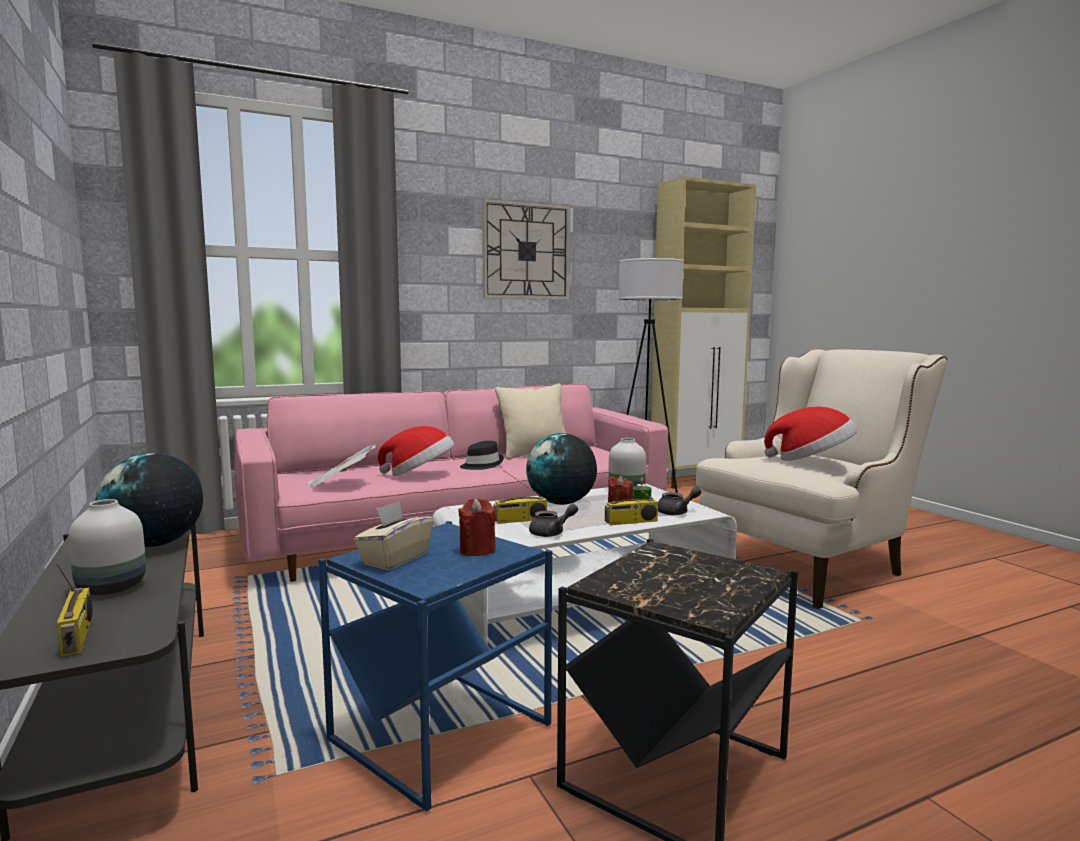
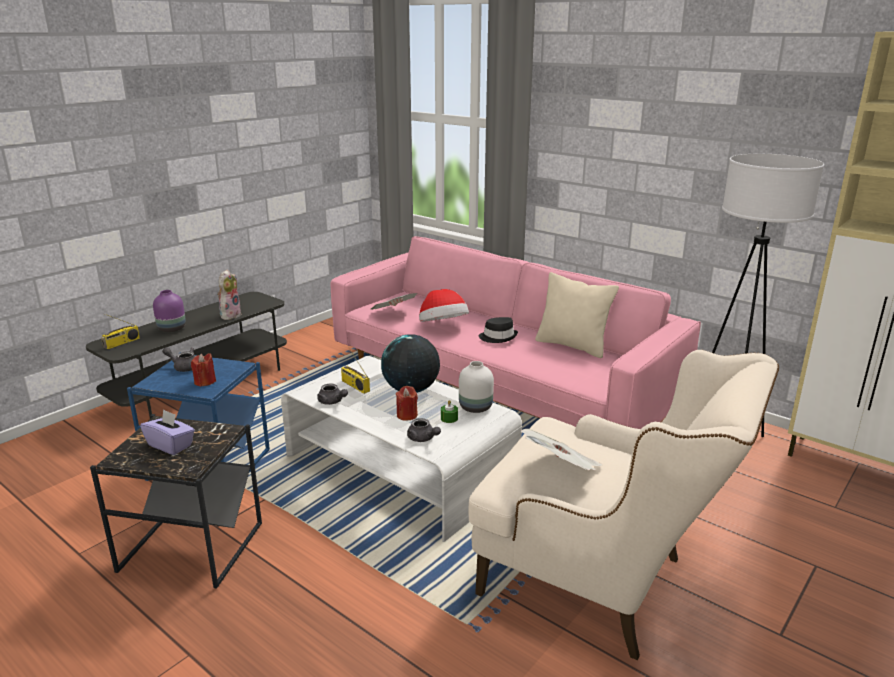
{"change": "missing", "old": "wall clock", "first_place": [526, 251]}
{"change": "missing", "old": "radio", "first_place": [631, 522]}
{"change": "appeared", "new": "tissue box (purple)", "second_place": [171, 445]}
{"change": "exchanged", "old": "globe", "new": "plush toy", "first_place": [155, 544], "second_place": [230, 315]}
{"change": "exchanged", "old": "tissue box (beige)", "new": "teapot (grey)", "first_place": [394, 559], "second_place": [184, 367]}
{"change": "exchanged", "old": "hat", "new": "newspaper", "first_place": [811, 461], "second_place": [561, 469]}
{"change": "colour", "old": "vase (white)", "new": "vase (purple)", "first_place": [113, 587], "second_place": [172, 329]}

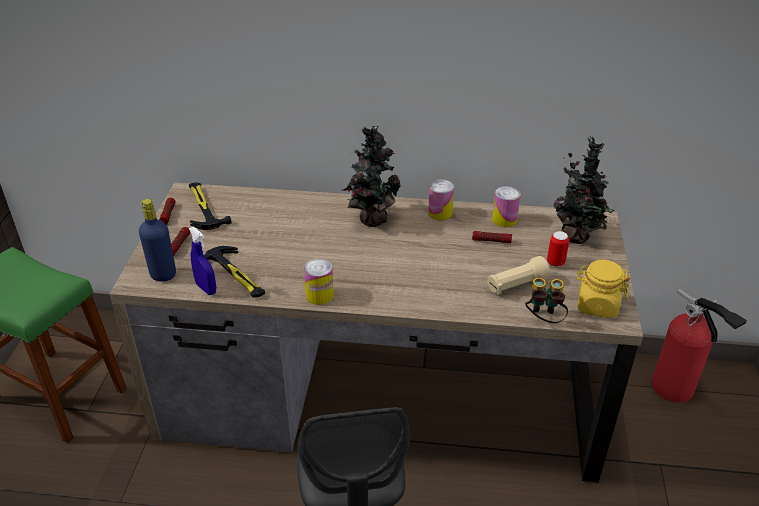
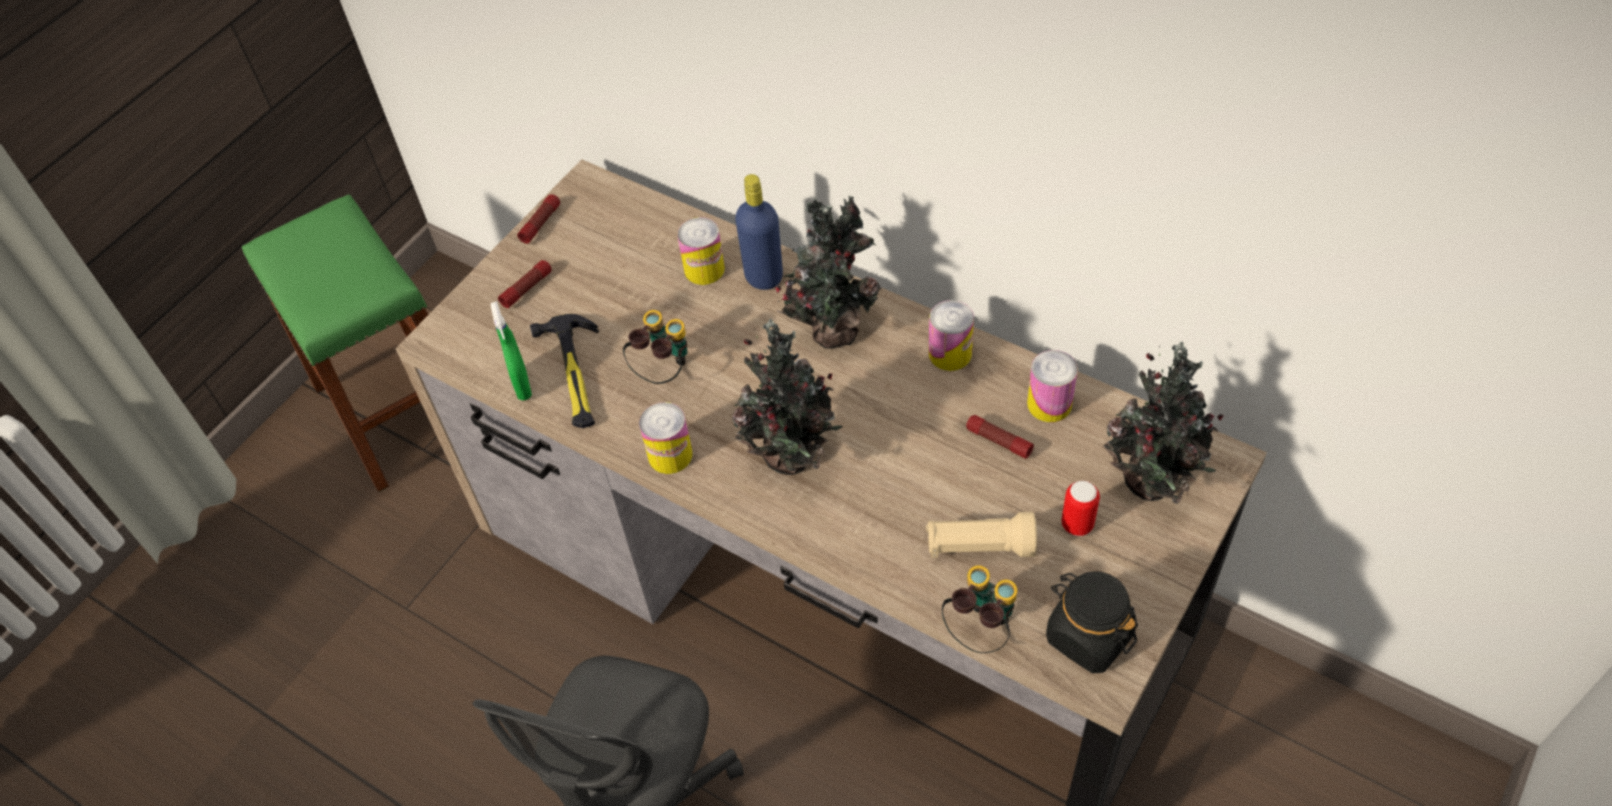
{"change": "missing", "old": "hammer", "first_place": [203, 207]}
{"change": "missing", "old": "fire extinguisher", "first_place": [676, 390]}
{"change": "appeared", "new": "binoculars", "second_place": [662, 371]}
{"change": "appeared", "new": "can", "second_place": [704, 269]}
{"change": "appeared", "new": "potted plant", "second_place": [792, 459]}
{"change": "relocated", "old": "bottle (blue)", "first_place": [163, 274], "second_place": [764, 277]}
{"change": "colour", "old": "spray bottle (blue)", "new": "spray bottle (green)", "first_place": [206, 288], "second_place": [522, 385]}
{"change": "colour", "old": "jar (yellow)", "new": "jar (black)", "first_place": [597, 305], "second_place": [1088, 636]}

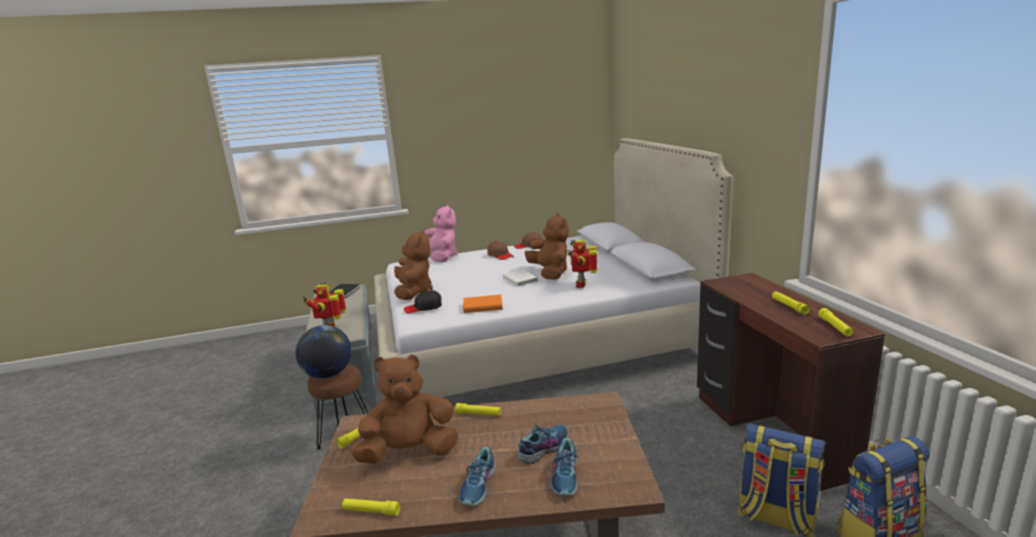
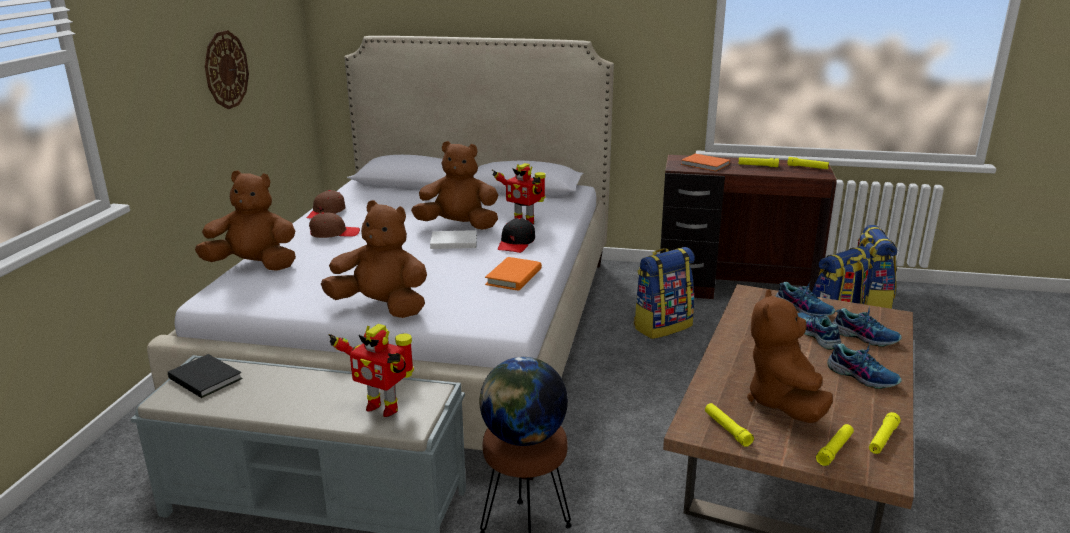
{"change": "appeared", "new": "wall clock", "second_place": [226, 70]}
{"change": "appeared", "new": "backpack", "second_place": [662, 326]}
{"change": "appeared", "new": "book (orange)", "second_place": [706, 165]}
{"change": "appeared", "new": "shoe", "second_place": [803, 309]}
{"change": "relocated", "old": "cap (black)", "first_place": [423, 308], "second_place": [516, 243]}
{"change": "relocated", "old": "flashlight (yellow)", "first_place": [478, 414], "second_place": [834, 449]}
{"change": "colour", "old": "plush toy (pink)", "new": "plush toy (brown)", "first_place": [442, 257], "second_place": [254, 265]}

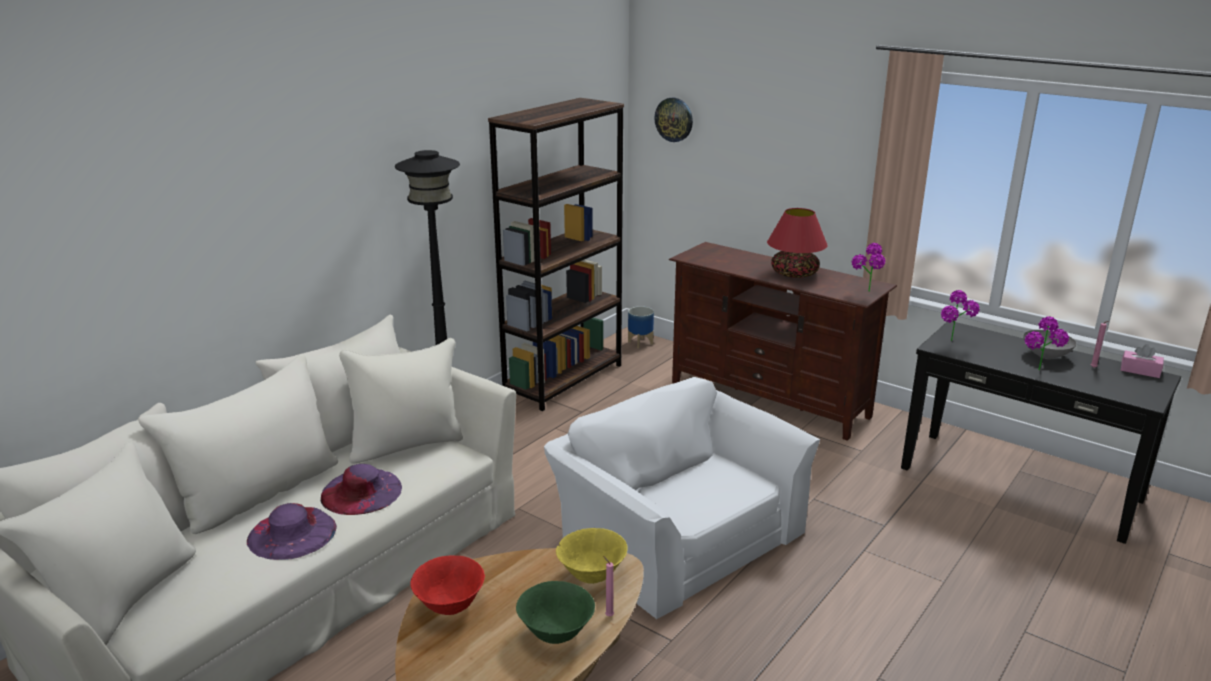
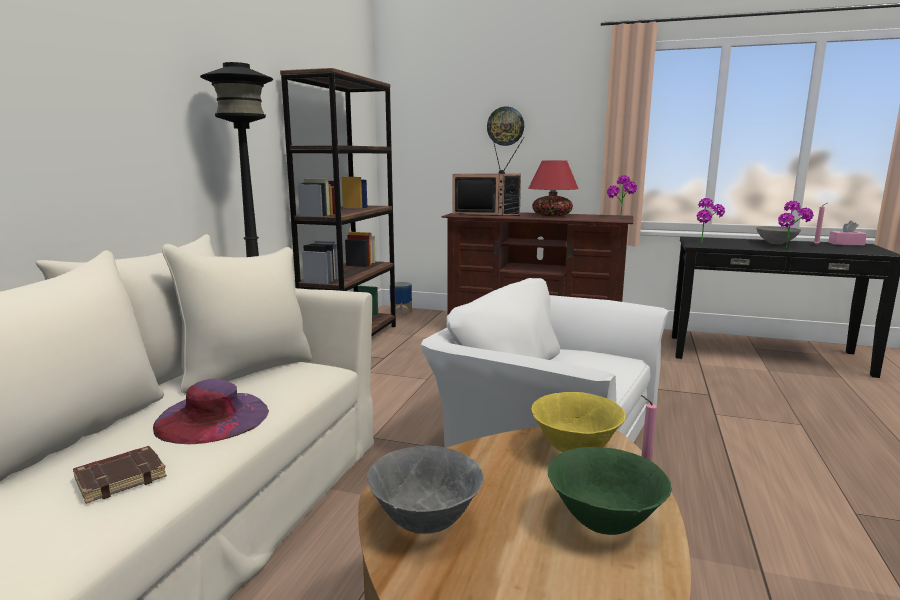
{"change": "appeared", "new": "television", "second_place": [487, 213]}
{"change": "relocated", "old": "wall clock", "first_place": [674, 119], "second_place": [505, 126]}
{"change": "exchanged", "old": "hat (purple)", "new": "book (brown)", "first_place": [292, 533], "second_place": [121, 478]}
{"change": "colour", "old": "bowl (red)", "new": "bowl (grey)", "first_place": [450, 607], "second_place": [426, 523]}

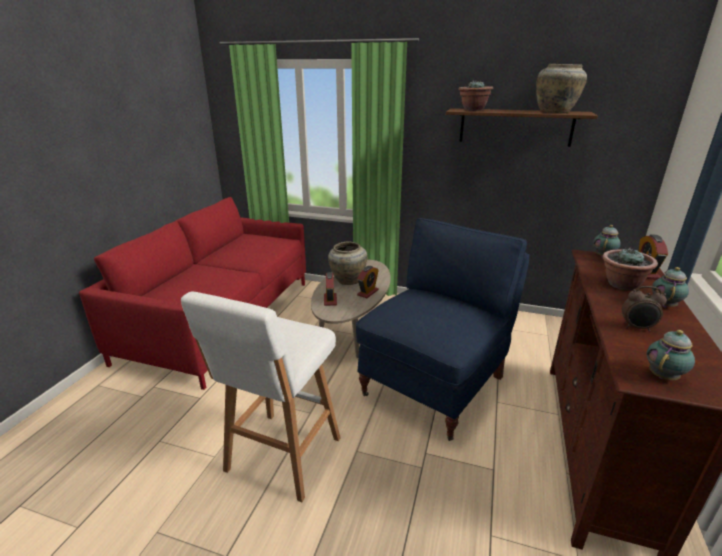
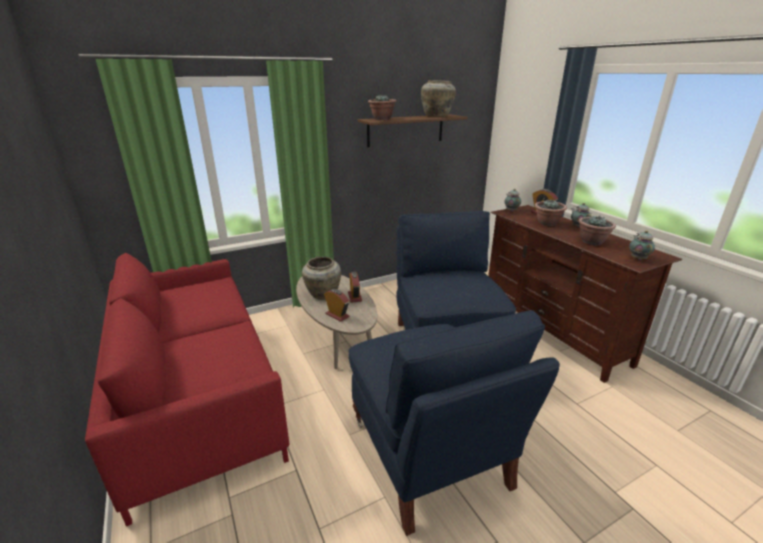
{"change": "exchanged", "old": "stool (white)", "new": "armchair (blue)", "first_place": [281, 457], "second_place": [430, 455]}
{"change": "exchanged", "old": "alarm clock", "new": "potted plant", "first_place": [637, 328], "second_place": [592, 242]}

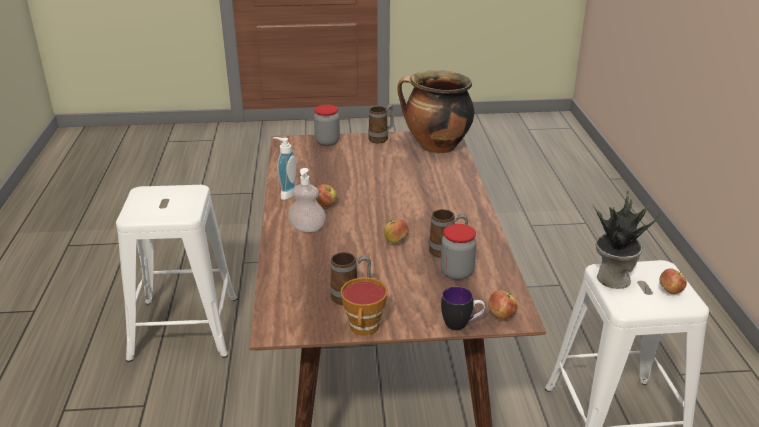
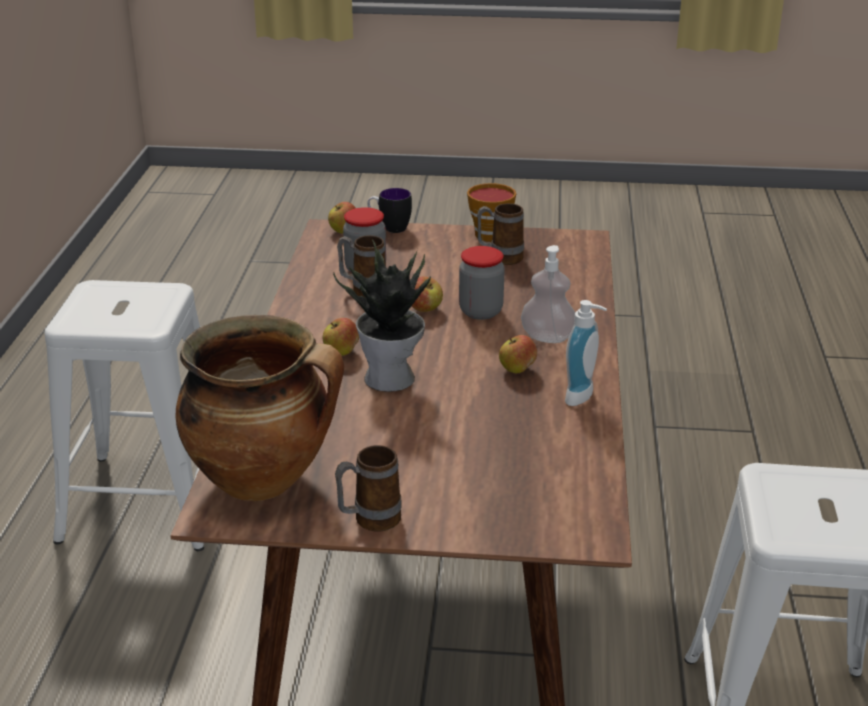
{"change": "relocated", "old": "jar", "first_place": [327, 142], "second_place": [480, 311]}
{"change": "relocated", "old": "potted plant", "first_place": [612, 278], "second_place": [392, 378]}
{"change": "relocated", "old": "apple", "first_place": [670, 291], "second_place": [341, 352]}

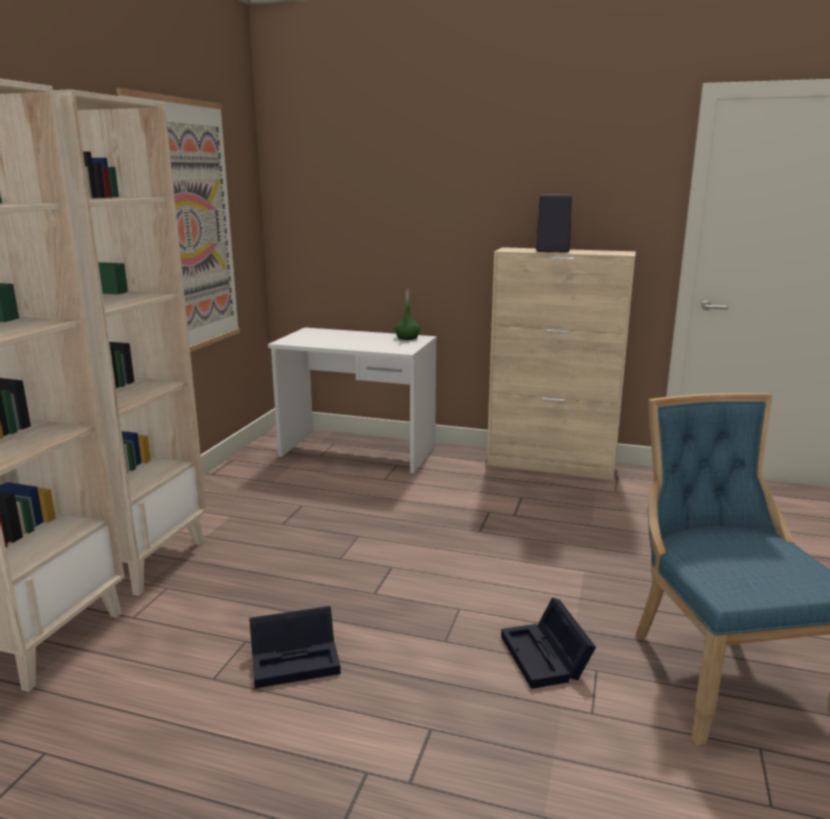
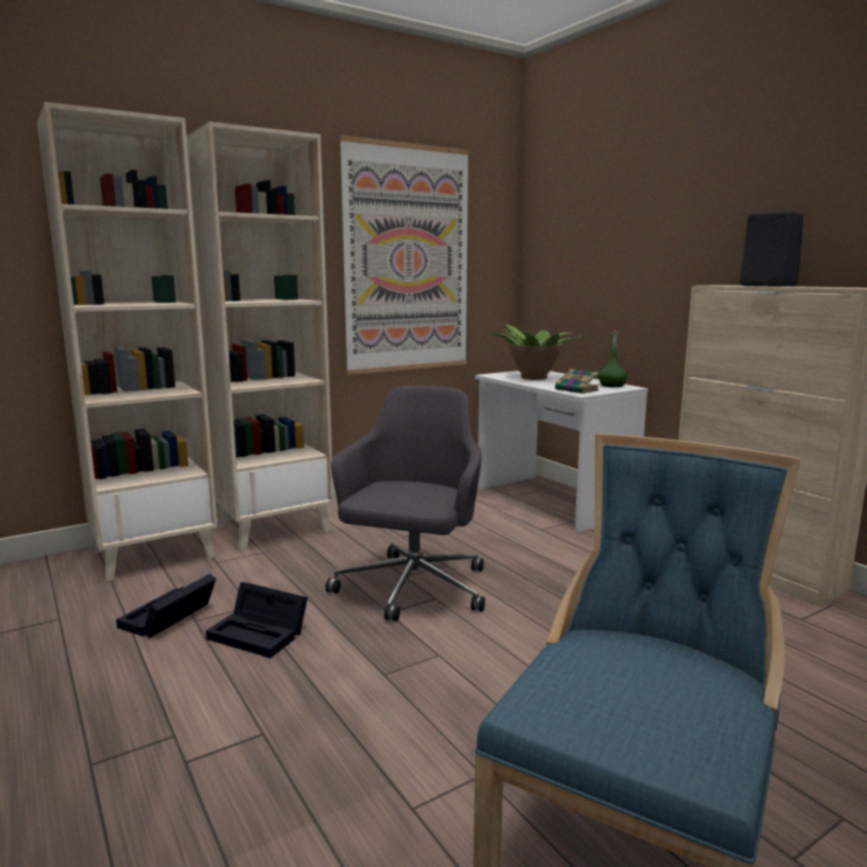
{"change": "appeared", "new": "office chair (grey)", "second_place": [412, 589]}
{"change": "appeared", "new": "potted plant", "second_place": [534, 377]}
{"change": "appeared", "new": "book", "second_place": [577, 390]}
{"change": "relocated", "old": "storage box (black)", "first_place": [546, 658], "second_place": [167, 618]}

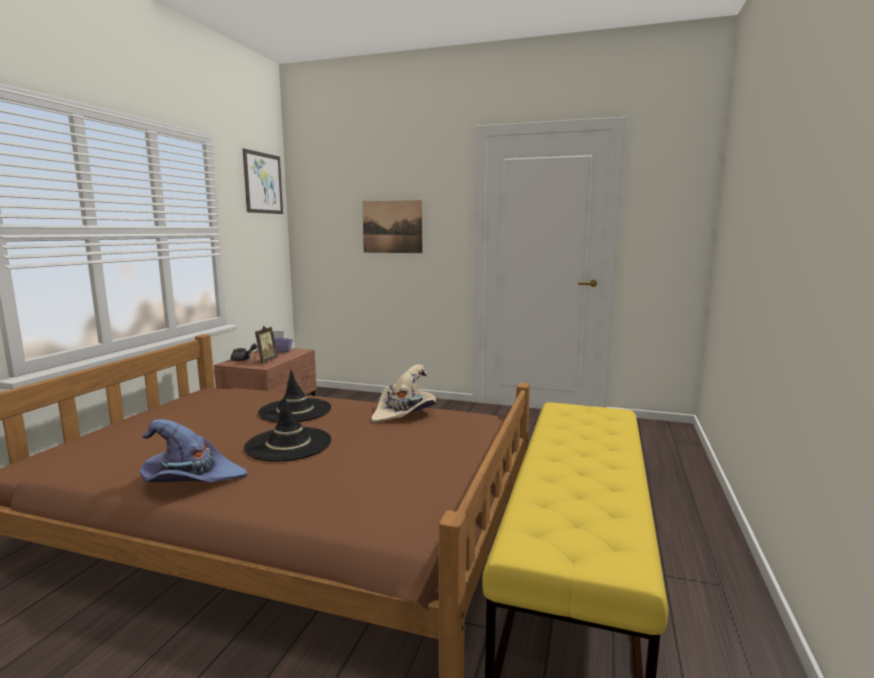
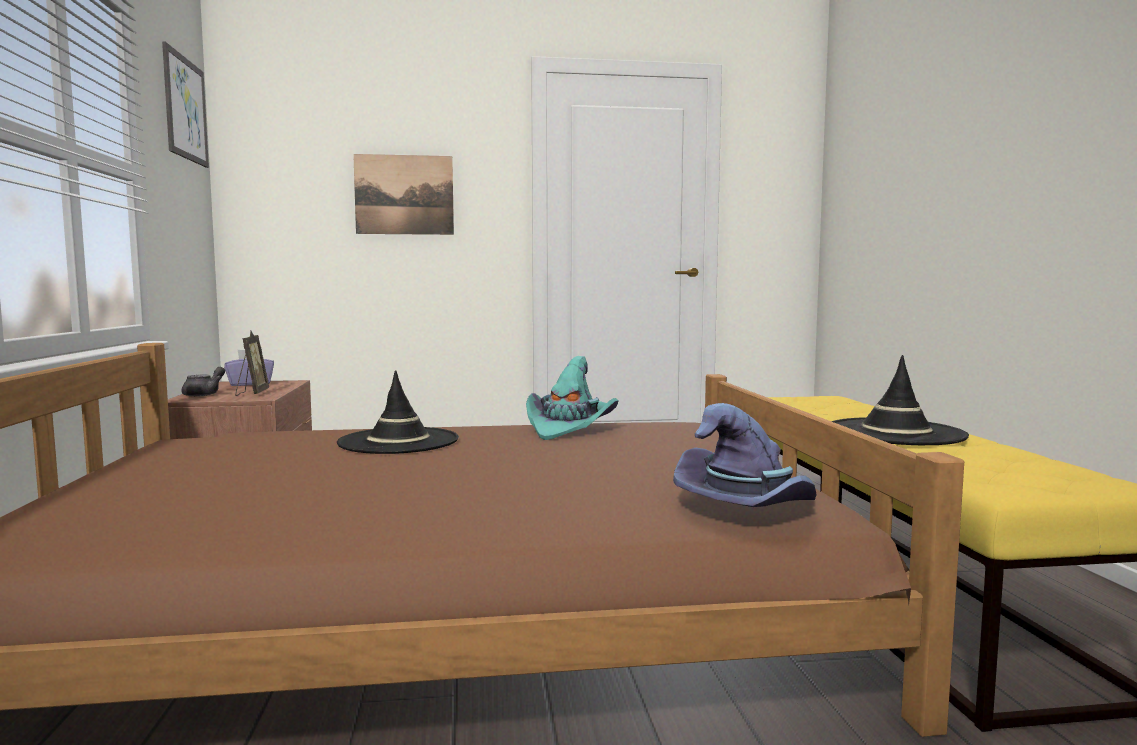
{"change": "relocated", "old": "hat (purple)", "first_place": [191, 479], "second_place": [747, 508]}
{"change": "relocated", "old": "hat (black)", "first_place": [288, 444], "second_place": [895, 433]}
{"change": "colour", "old": "hat (beige)", "new": "hat (turquoise)", "first_place": [404, 413], "second_place": [569, 428]}

